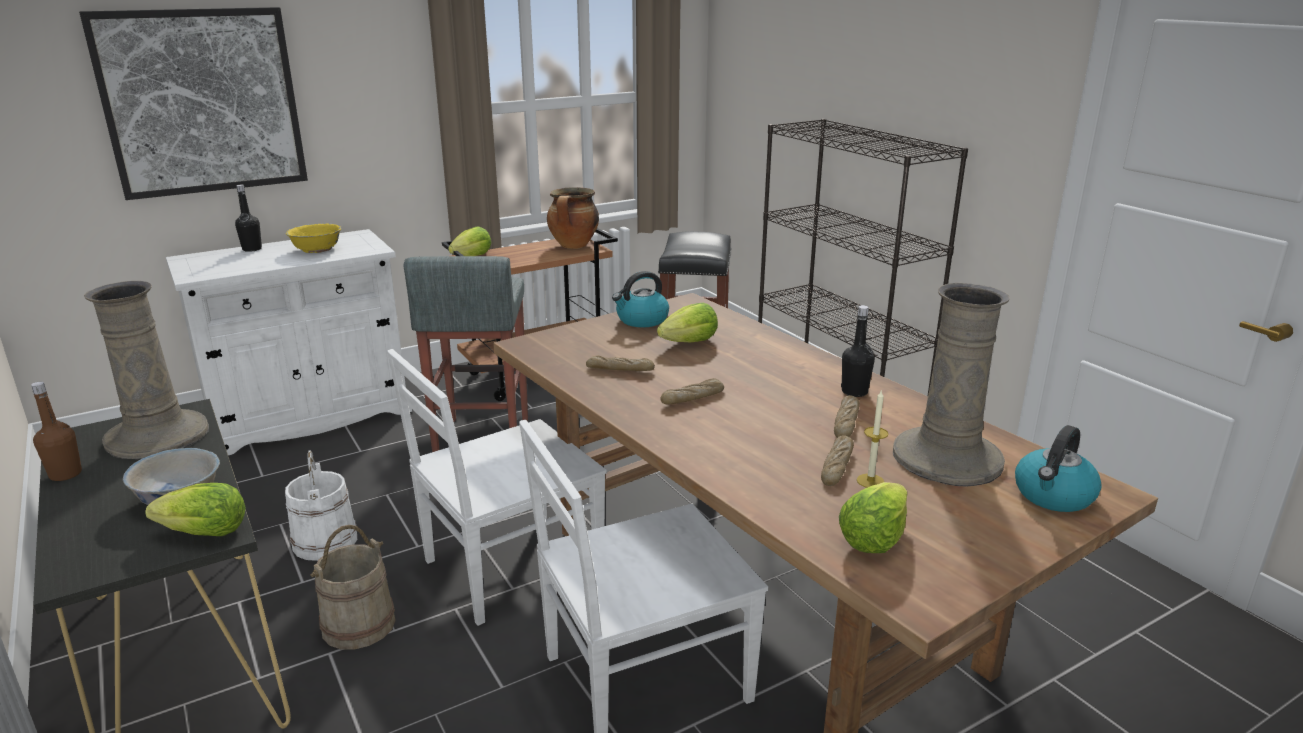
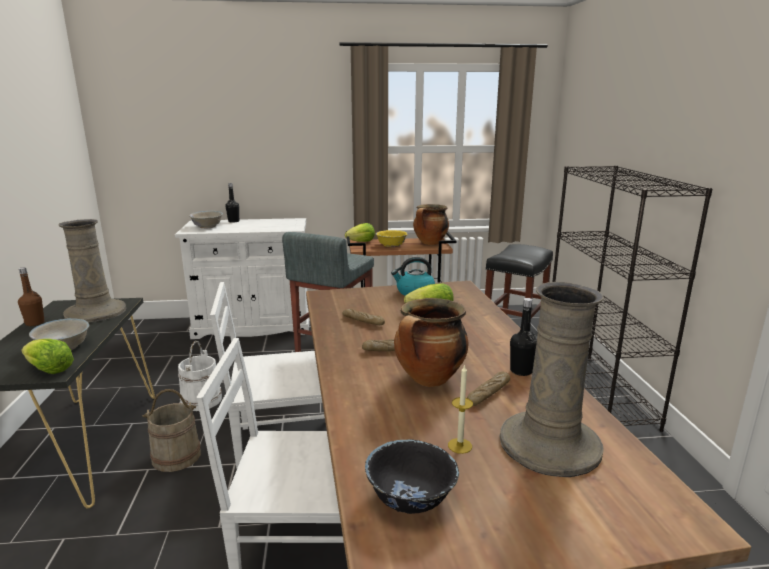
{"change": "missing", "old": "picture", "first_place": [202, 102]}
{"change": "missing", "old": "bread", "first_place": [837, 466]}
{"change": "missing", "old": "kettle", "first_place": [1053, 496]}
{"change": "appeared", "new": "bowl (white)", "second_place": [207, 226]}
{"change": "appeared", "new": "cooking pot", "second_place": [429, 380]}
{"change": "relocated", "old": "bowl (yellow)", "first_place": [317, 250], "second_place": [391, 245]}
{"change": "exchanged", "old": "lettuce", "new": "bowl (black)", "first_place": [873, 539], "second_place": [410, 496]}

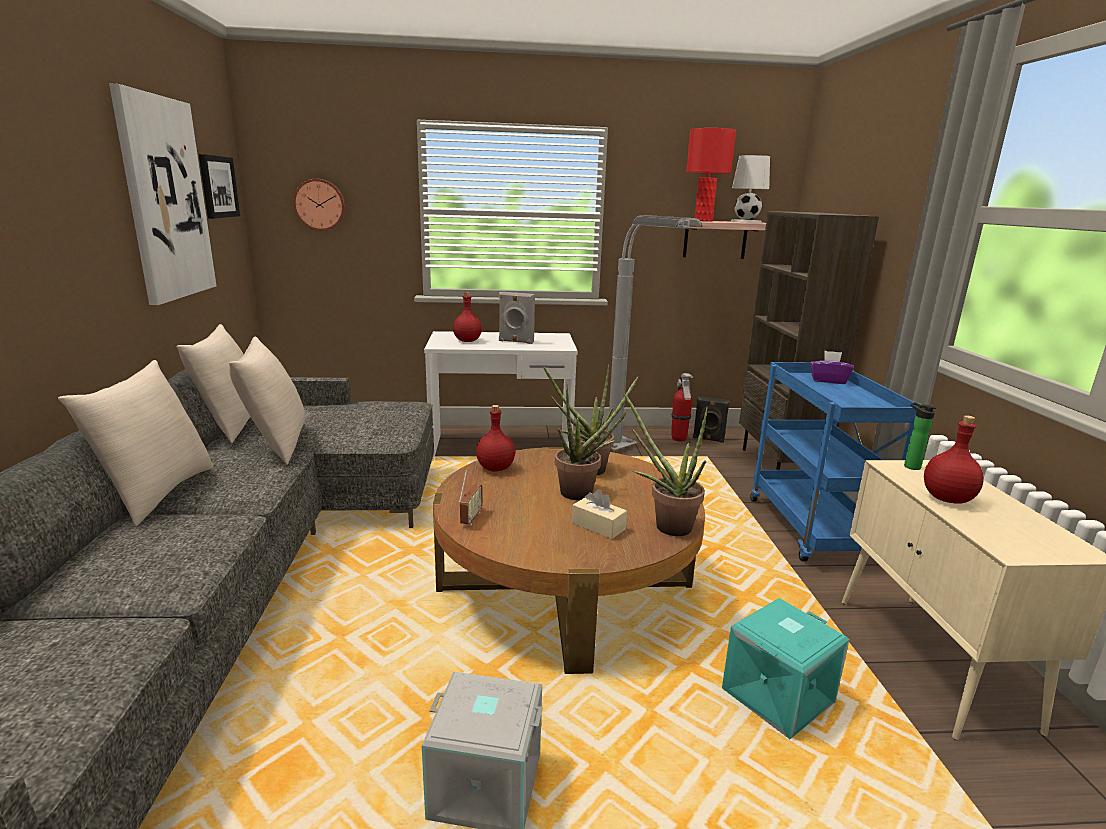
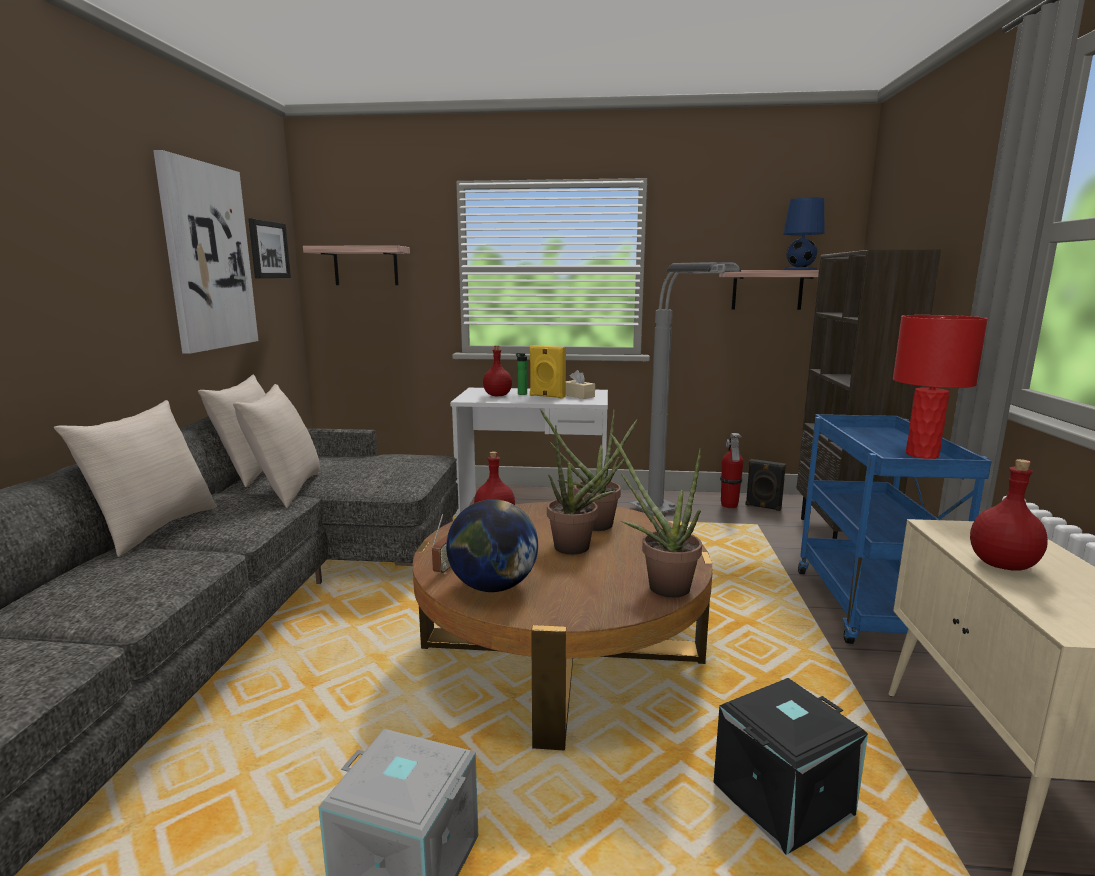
{"change": "missing", "old": "tissue box (purple)", "first_place": [828, 380]}
{"change": "appeared", "new": "globe", "second_place": [493, 586]}
{"change": "relocated", "old": "tissue box (beige)", "first_place": [598, 526], "second_place": [578, 395]}
{"change": "relocated", "old": "table lamp (red)", "first_place": [703, 221], "second_place": [922, 455]}
{"change": "relocated", "old": "bottle", "first_place": [909, 466], "second_place": [521, 394]}
{"change": "exchanged", "old": "wall clock", "new": "shelf", "first_place": [320, 205], "second_place": [366, 266]}
{"change": "colour", "old": "speaker (grey)", "new": "speaker (yellow)", "first_place": [516, 341], "second_place": [547, 396]}
{"change": "colour", "old": "storage box (turquoise)", "new": "storage box (black)", "first_place": [776, 695], "second_place": [781, 798]}
{"change": "colour", "old": "table lamp (white)", "new": "table lamp (blue)", "first_place": [746, 222], "second_place": [800, 269]}

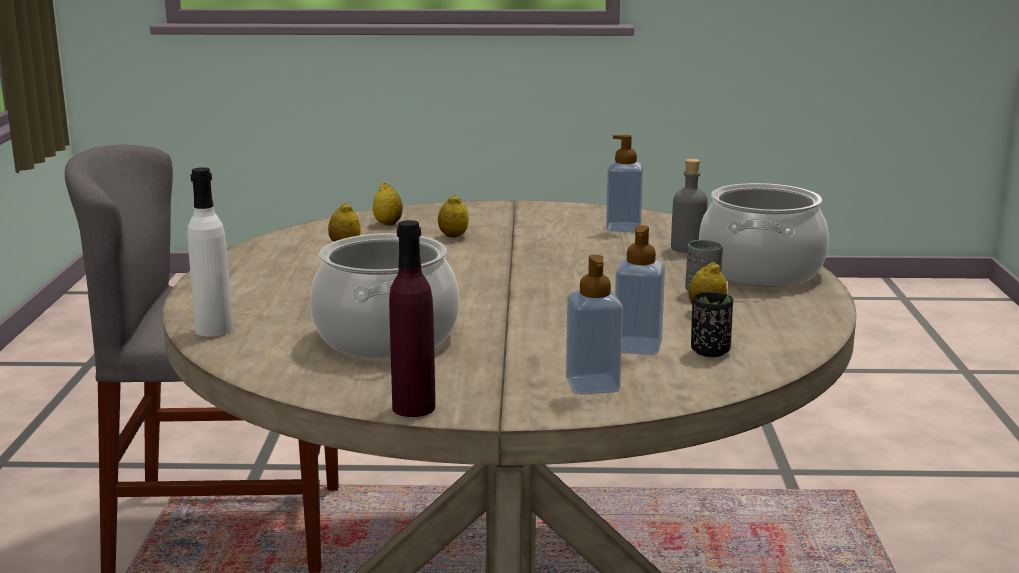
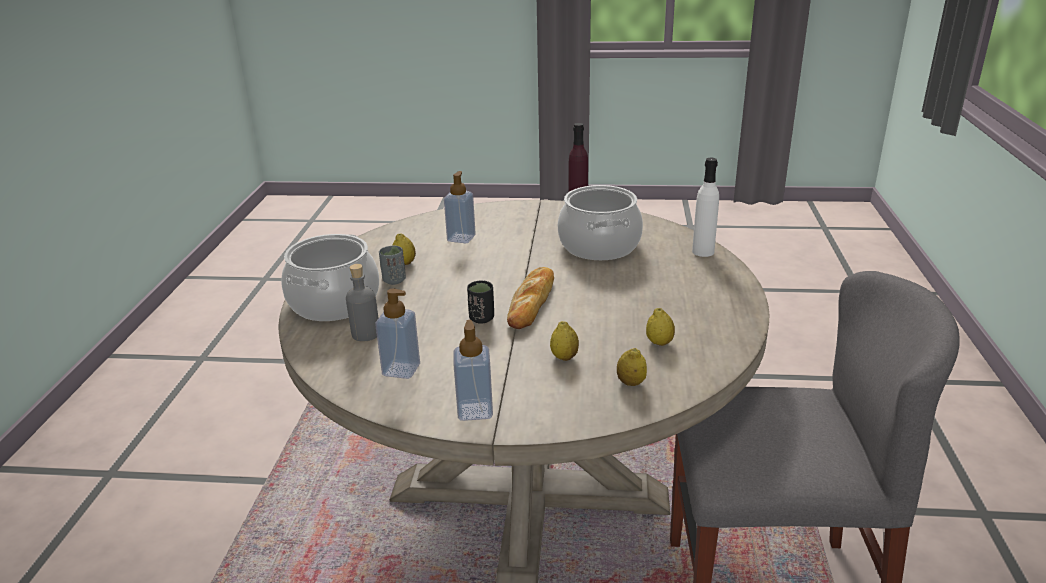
{"change": "appeared", "new": "bread", "second_place": [531, 302]}
{"change": "relocated", "old": "soap dispenser", "first_place": [592, 385], "second_place": [475, 410]}
{"change": "relocated", "old": "cup (black)", "first_place": [710, 351], "second_place": [481, 318]}

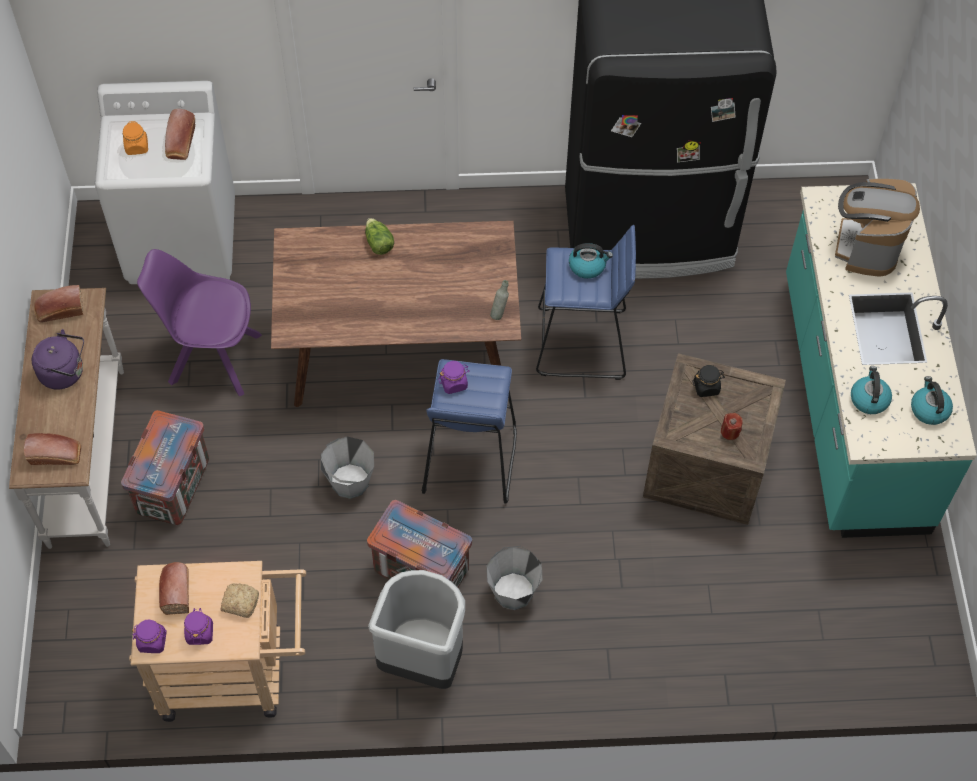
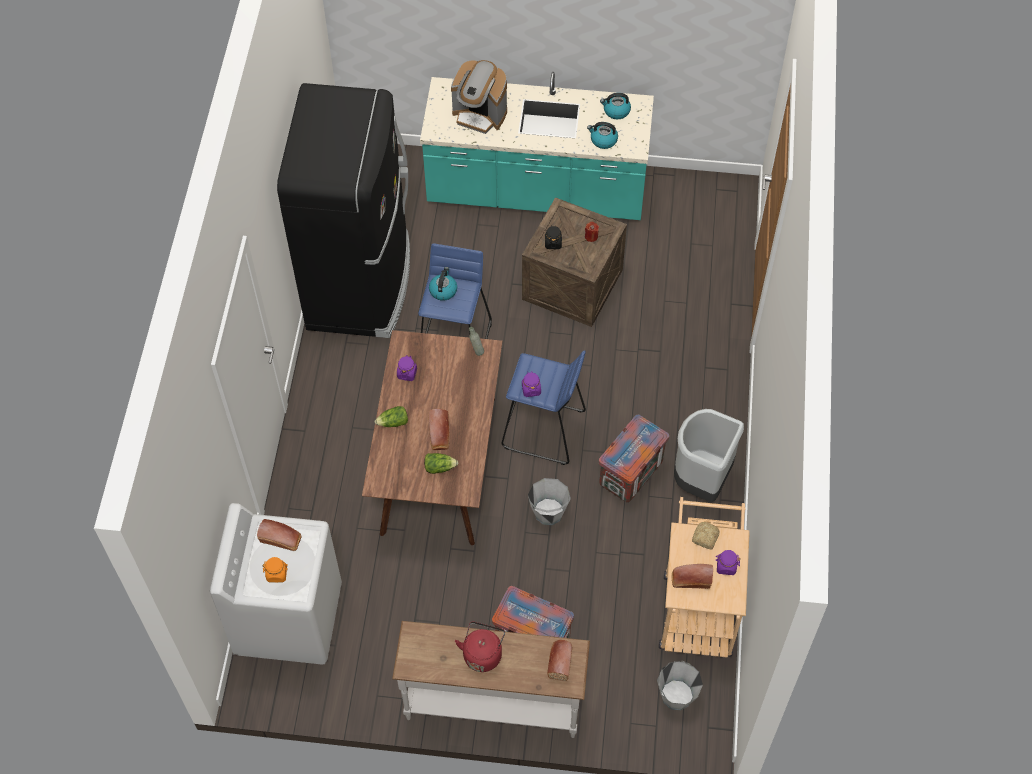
{"change": "missing", "old": "chair (purple)", "first_place": [212, 358]}
{"change": "appeared", "new": "lettuce", "second_place": [439, 467]}
{"change": "relocated", "old": "bread", "first_place": [59, 310], "second_place": [439, 435]}
{"change": "relocated", "old": "jar (purple)", "first_place": [152, 641], "second_place": [407, 373]}
{"change": "relocated", "old": "bucket (grey)", "first_place": [514, 591], "second_place": [676, 695]}
{"change": "colour", "old": "kettle (purple)", "new": "kettle (red)", "first_place": [65, 373], "second_place": [482, 653]}

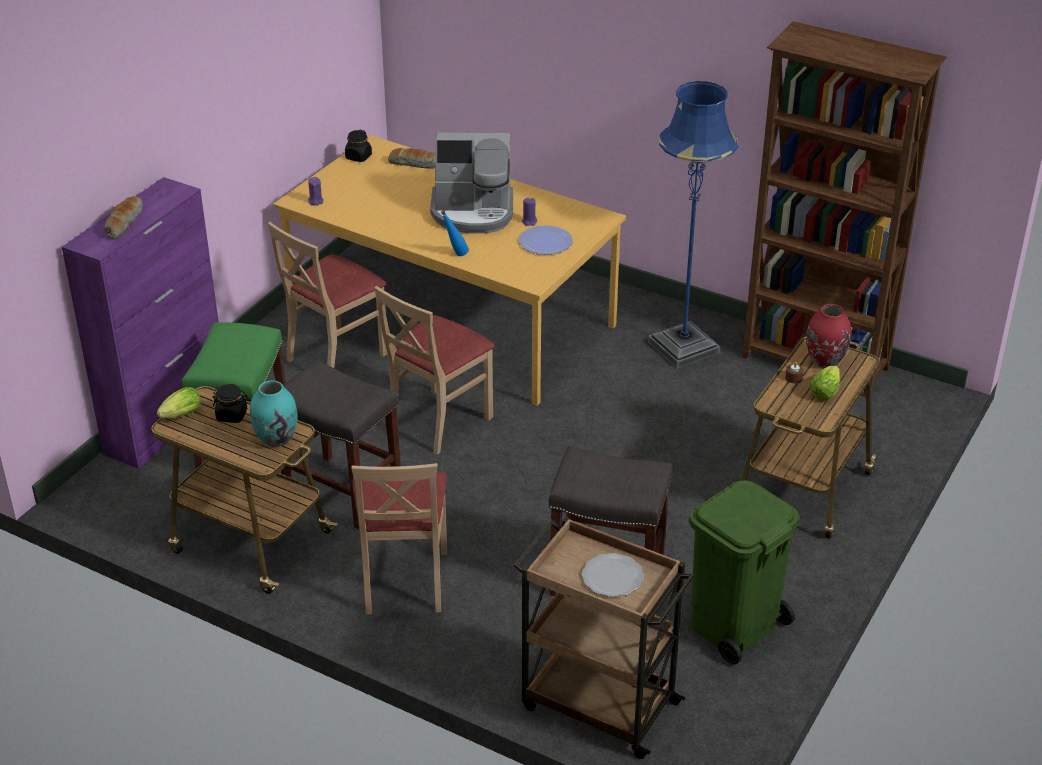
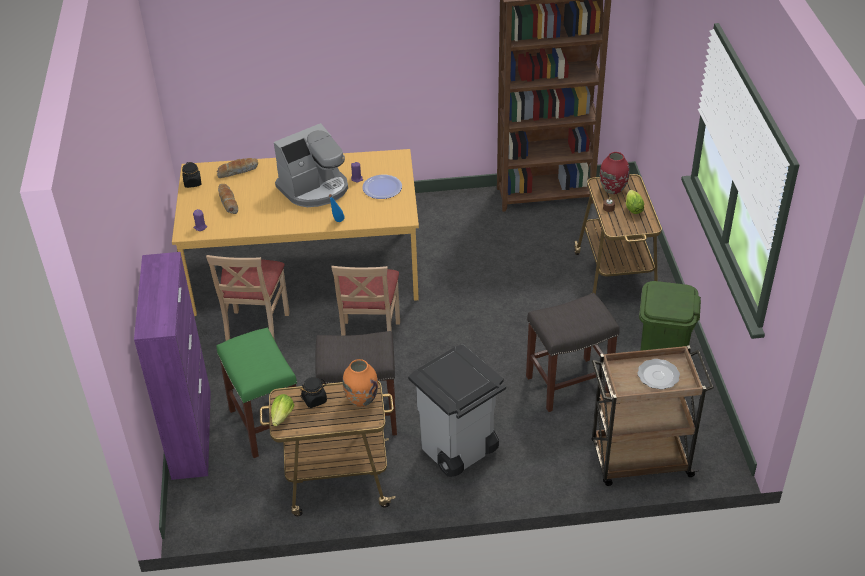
{"change": "missing", "old": "floor lamp (blue)", "first_place": [683, 347]}
{"change": "relocated", "old": "bread", "first_place": [124, 223], "second_place": [228, 202]}
{"change": "exchanged", "old": "chair (beige)", "new": "trash can (grey)", "first_place": [403, 580], "second_place": [458, 451]}
{"change": "colour", "old": "vase (turquoise)", "new": "vase (orange)", "first_place": [276, 438], "second_place": [361, 399]}

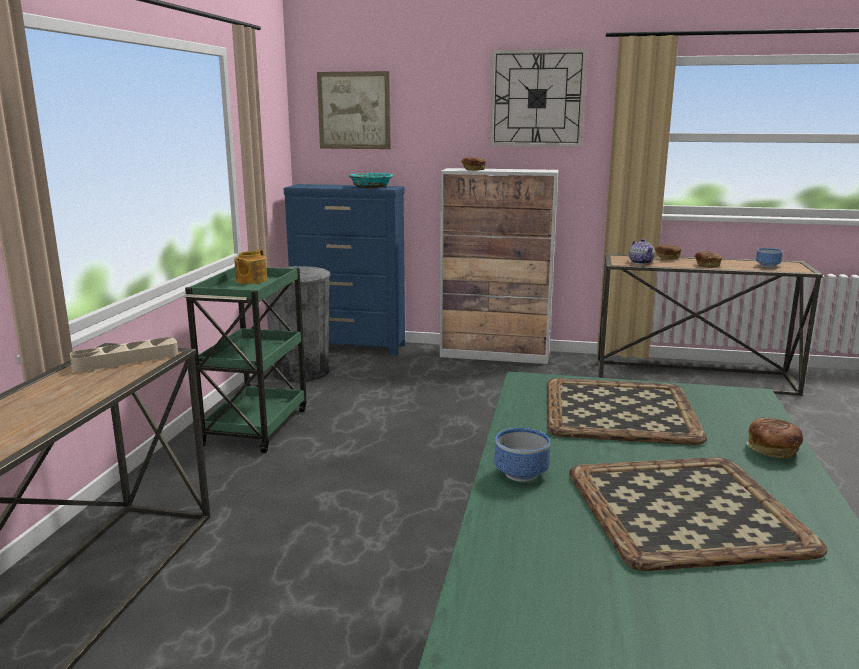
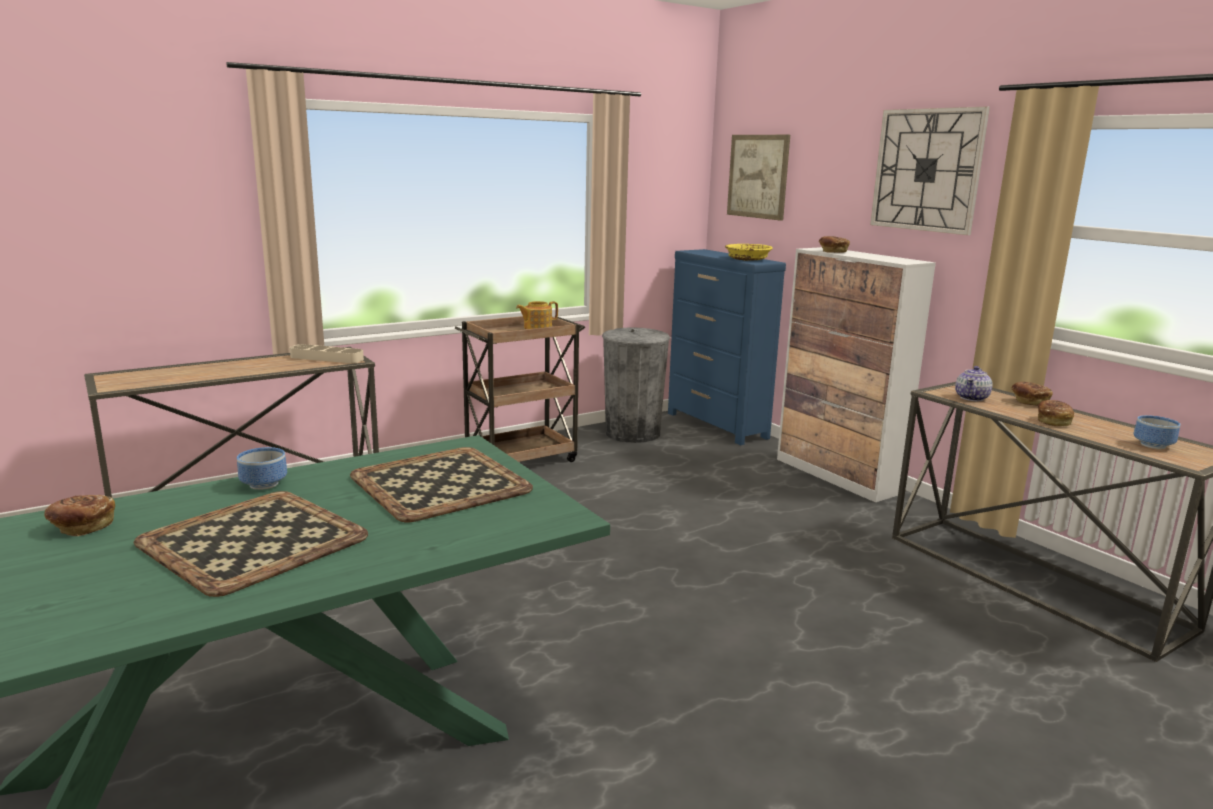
{"change": "relocated", "old": "bread", "first_place": [772, 450], "second_place": [82, 527]}
{"change": "colour", "old": "cart (green)", "new": "cart (brown)", "first_place": [256, 426], "second_place": [521, 459]}
{"change": "colour", "old": "bowl (turquoise)", "new": "bowl (yellow)", "first_place": [370, 187], "second_place": [747, 259]}

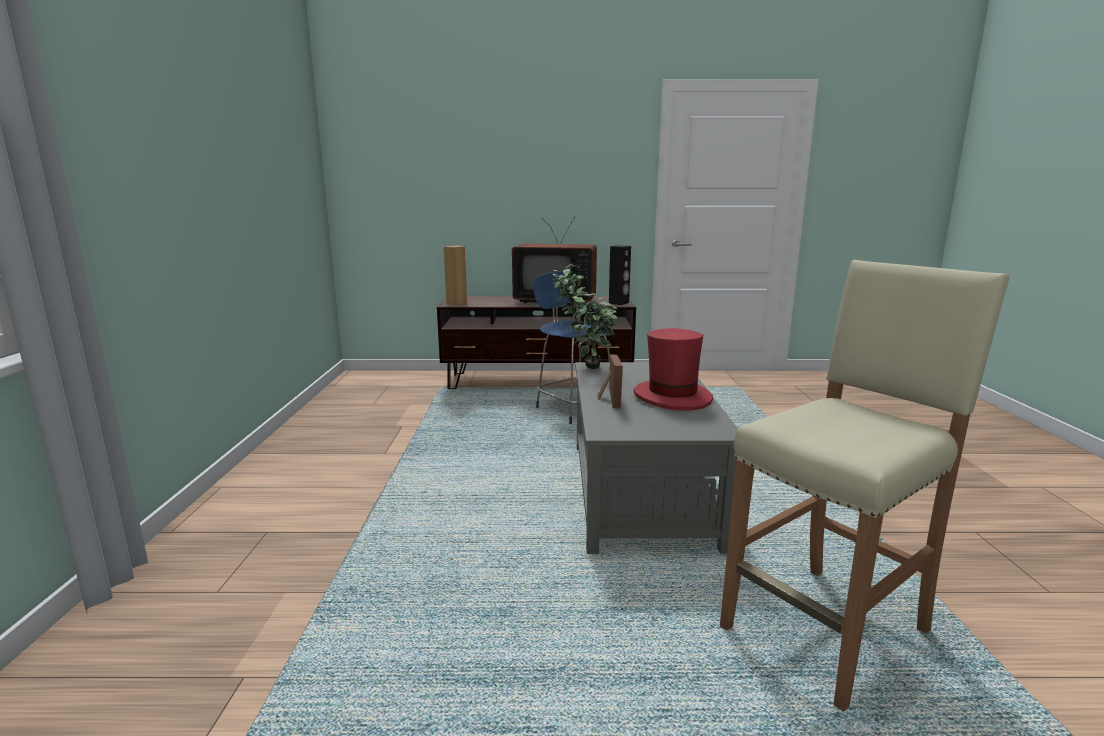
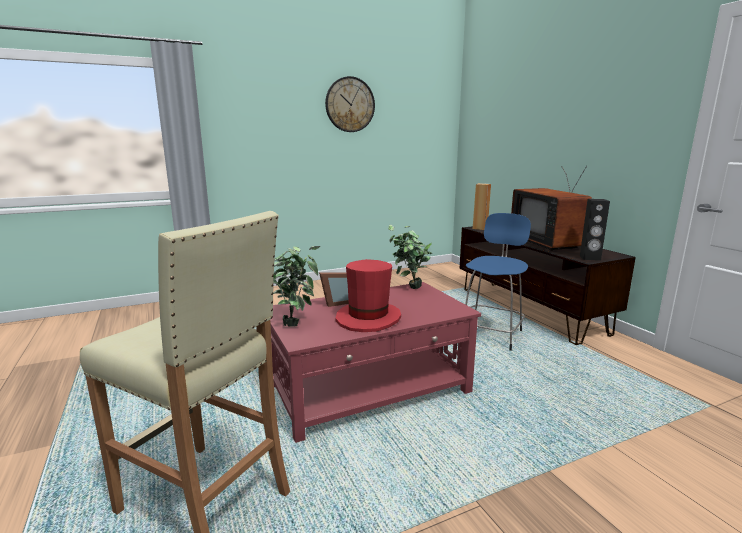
{"change": "appeared", "new": "wall clock", "second_place": [350, 104]}
{"change": "relocated", "old": "potted plant", "first_place": [570, 328], "second_place": [294, 322]}
{"change": "colour", "old": "coffee table (grey)", "new": "coffee table (red)", "first_place": [641, 491], "second_place": [370, 388]}

